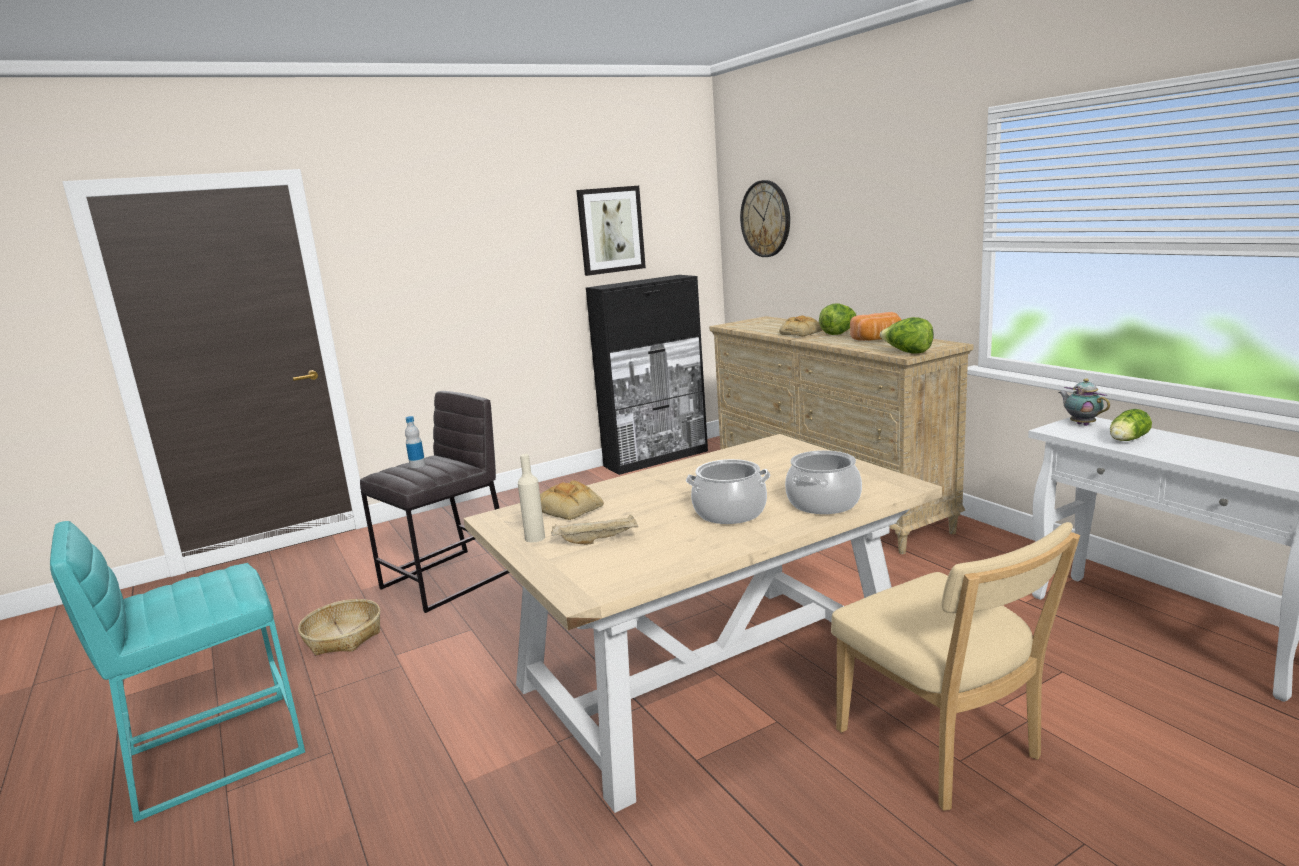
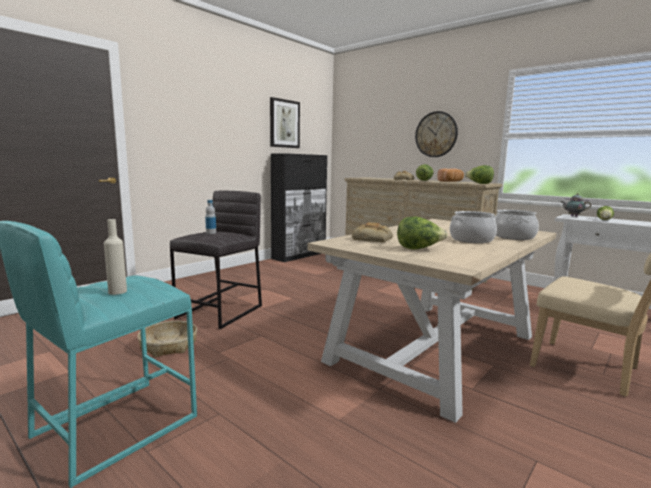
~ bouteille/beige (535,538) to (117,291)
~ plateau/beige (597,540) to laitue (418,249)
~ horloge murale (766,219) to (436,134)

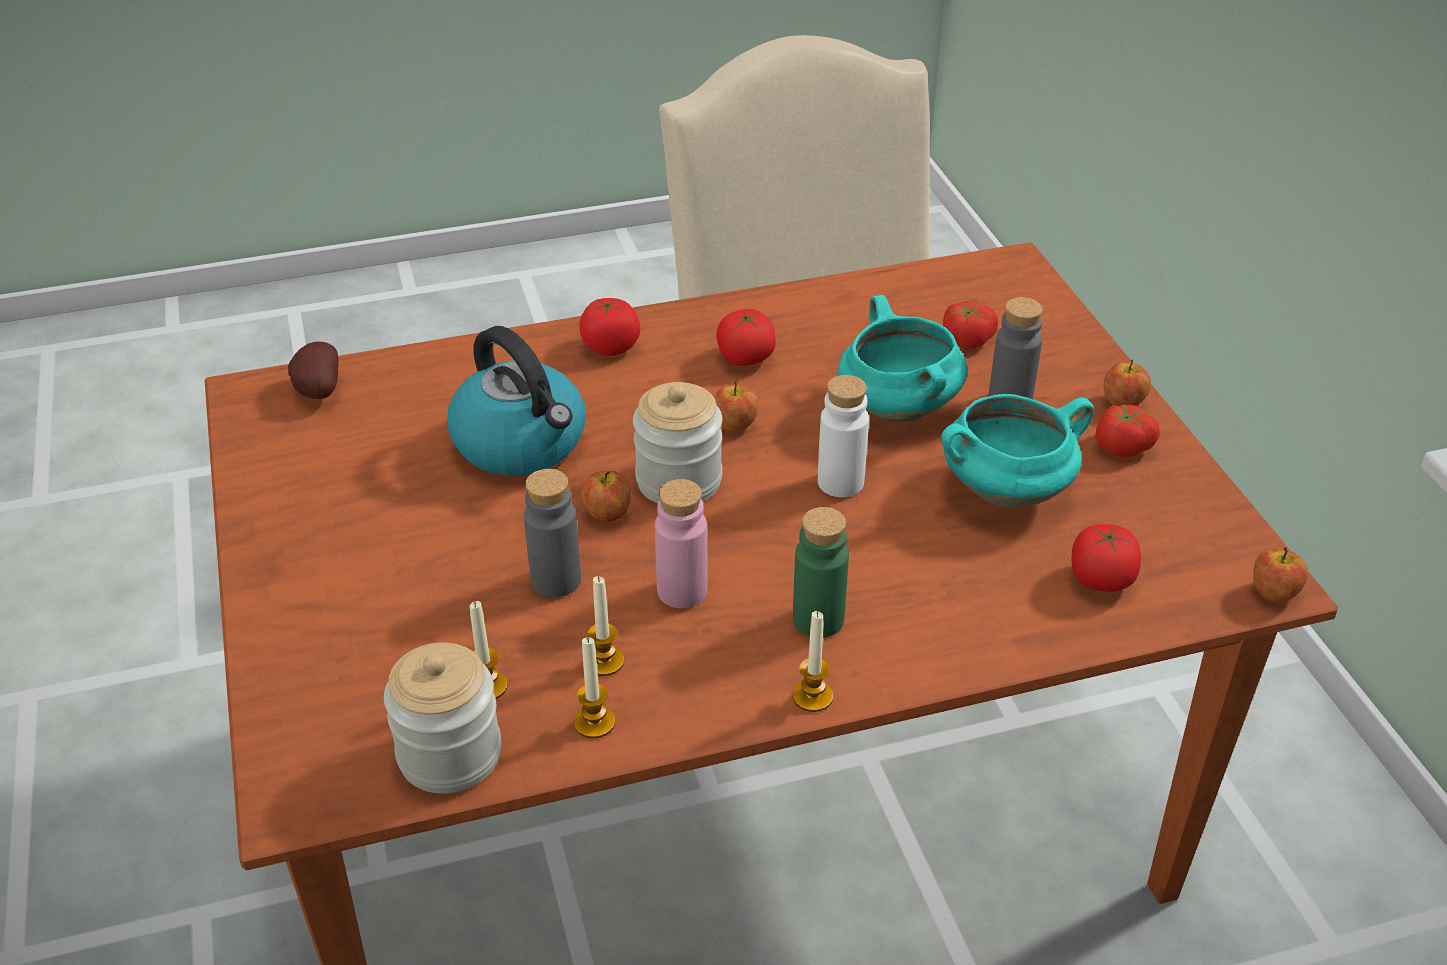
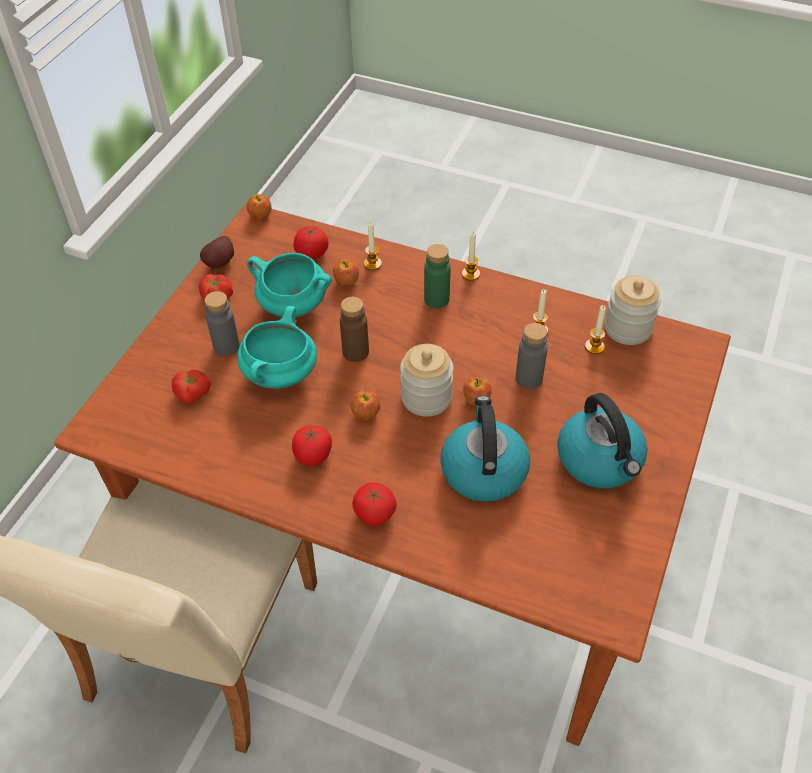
~ pomme de terre (316,391) to (221,263)
~ pomme (1123,402) to (346,281)
~ bouteille/blanc (840,482) to bouteille/marron (355,352)
~ bougie (594,723) to (372,264)
+ bouilloire (600,460)
- bouteille/rose (682,591)

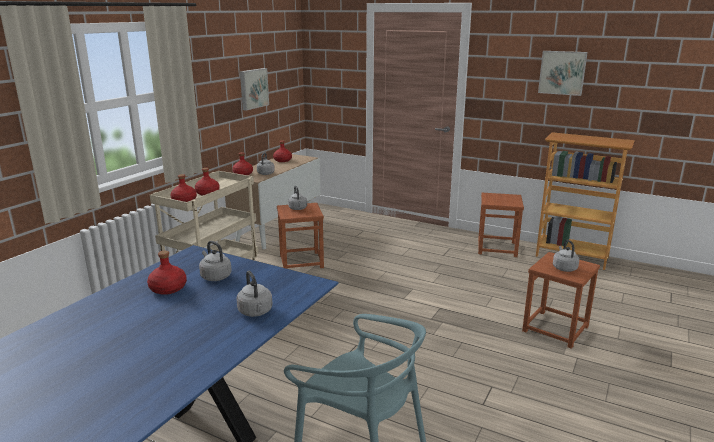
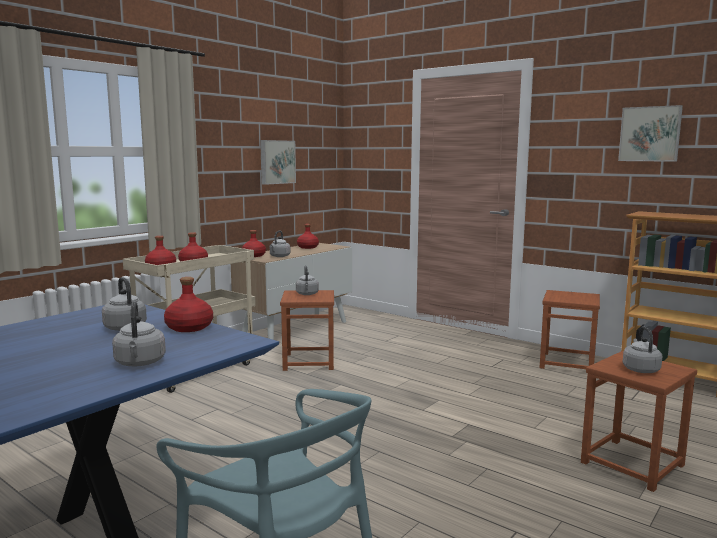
~ bouteille/rouge (168,288) to (190,327)

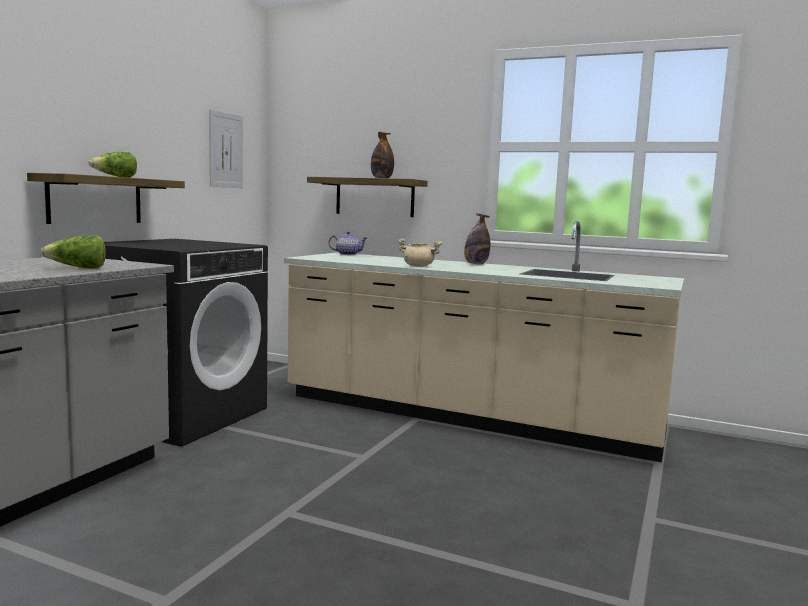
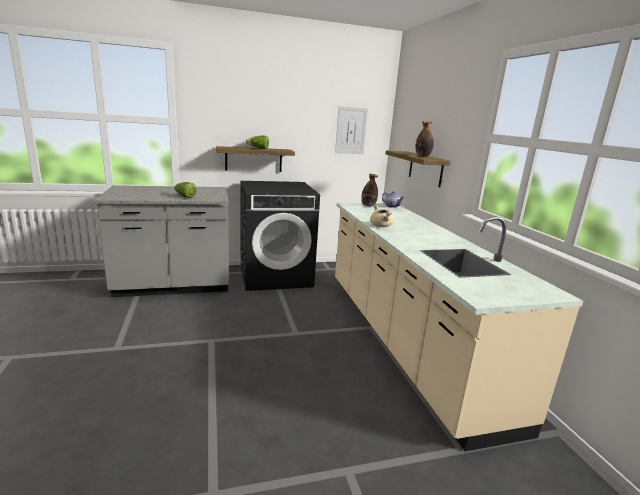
~ bouteille (476,264) to (368,205)

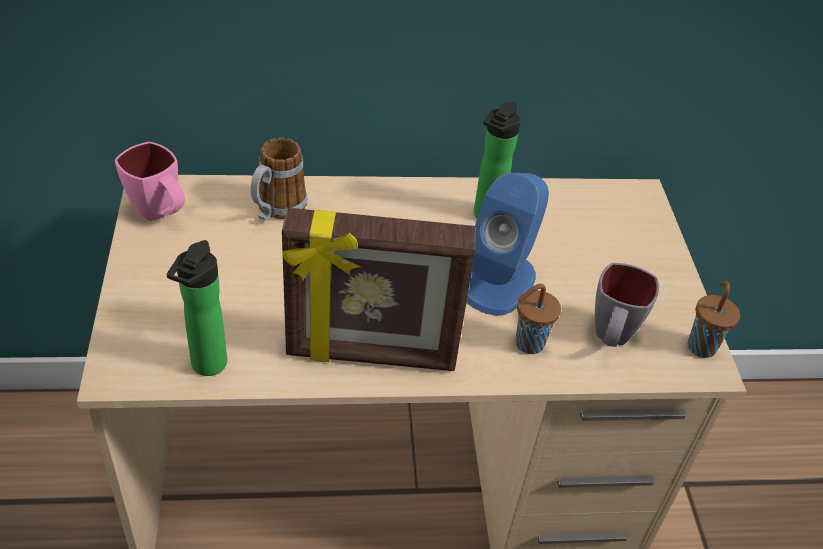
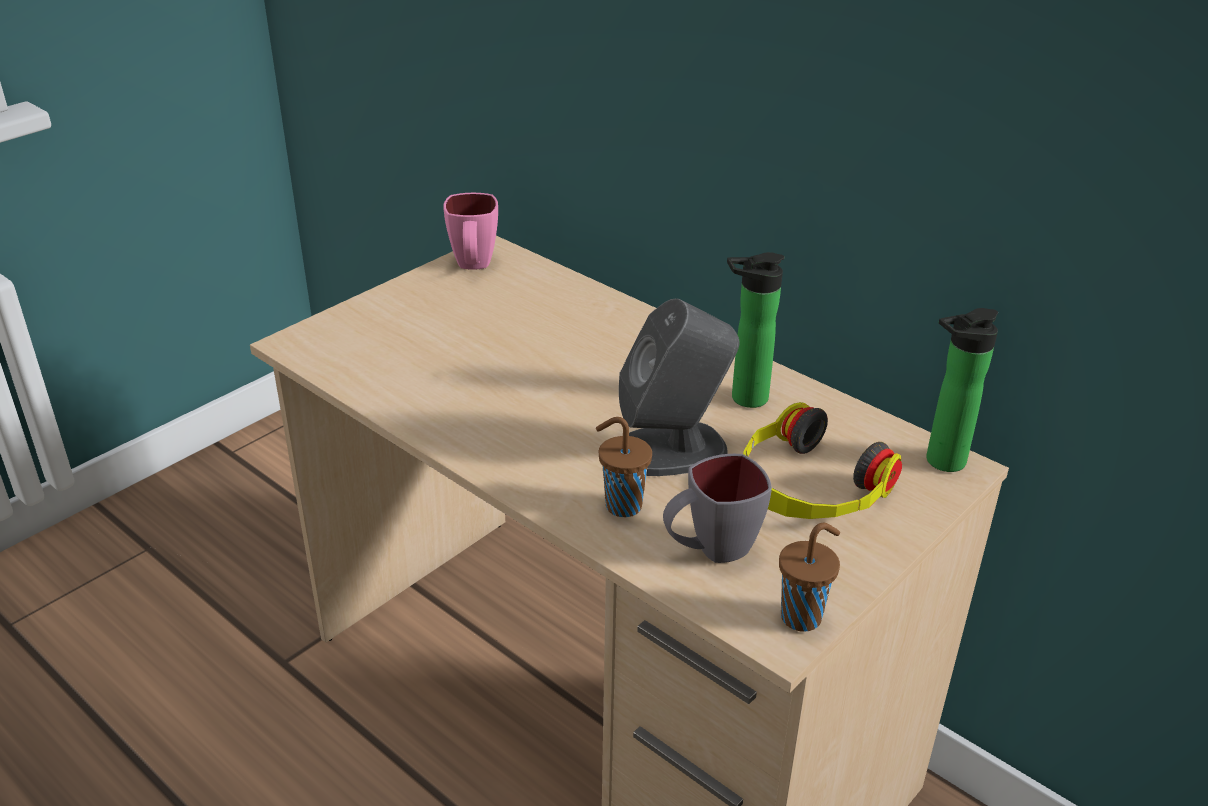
~ enceinte/bleu (499,282) to enceinte/gris (673,450)
+ casque audio (809,486)
~ bouteille (206,367) to (940,462)
- mug (276,210)
- cadre photo (371,356)

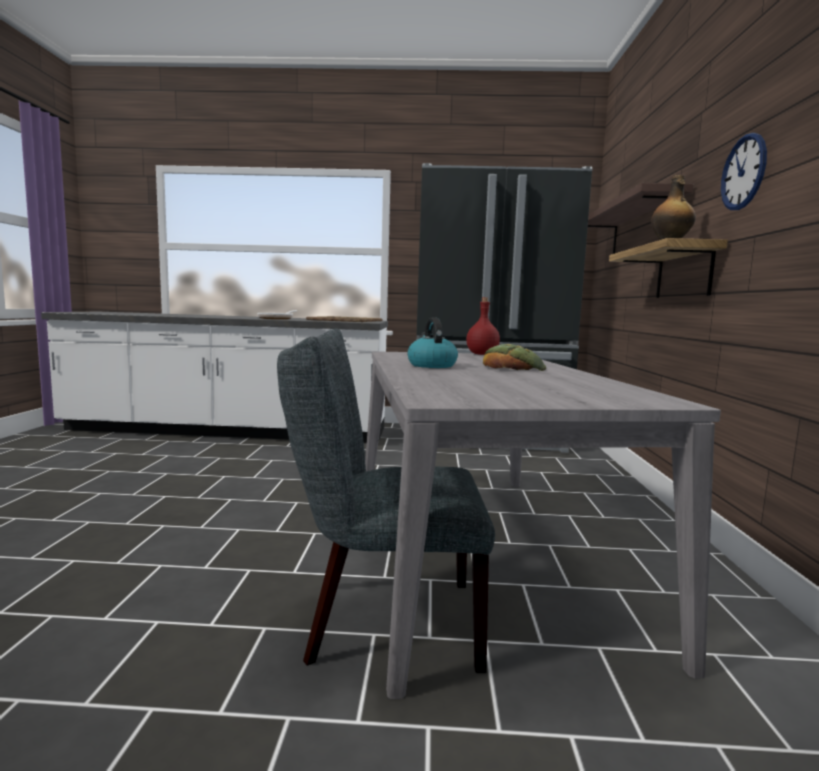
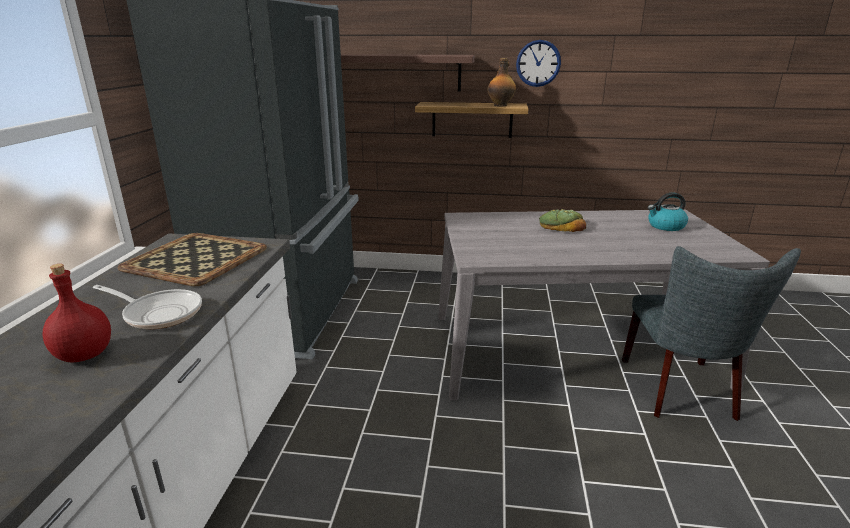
~ bouteille/rouge (481,354) to (83,355)
~ bouilloire (431,365) to (665,226)

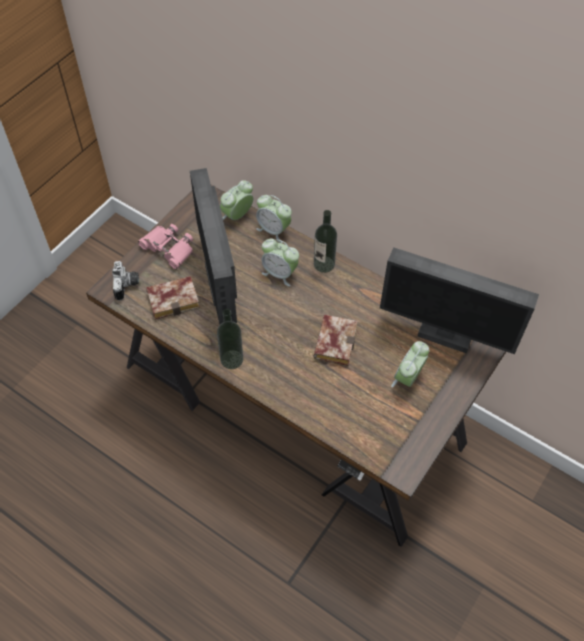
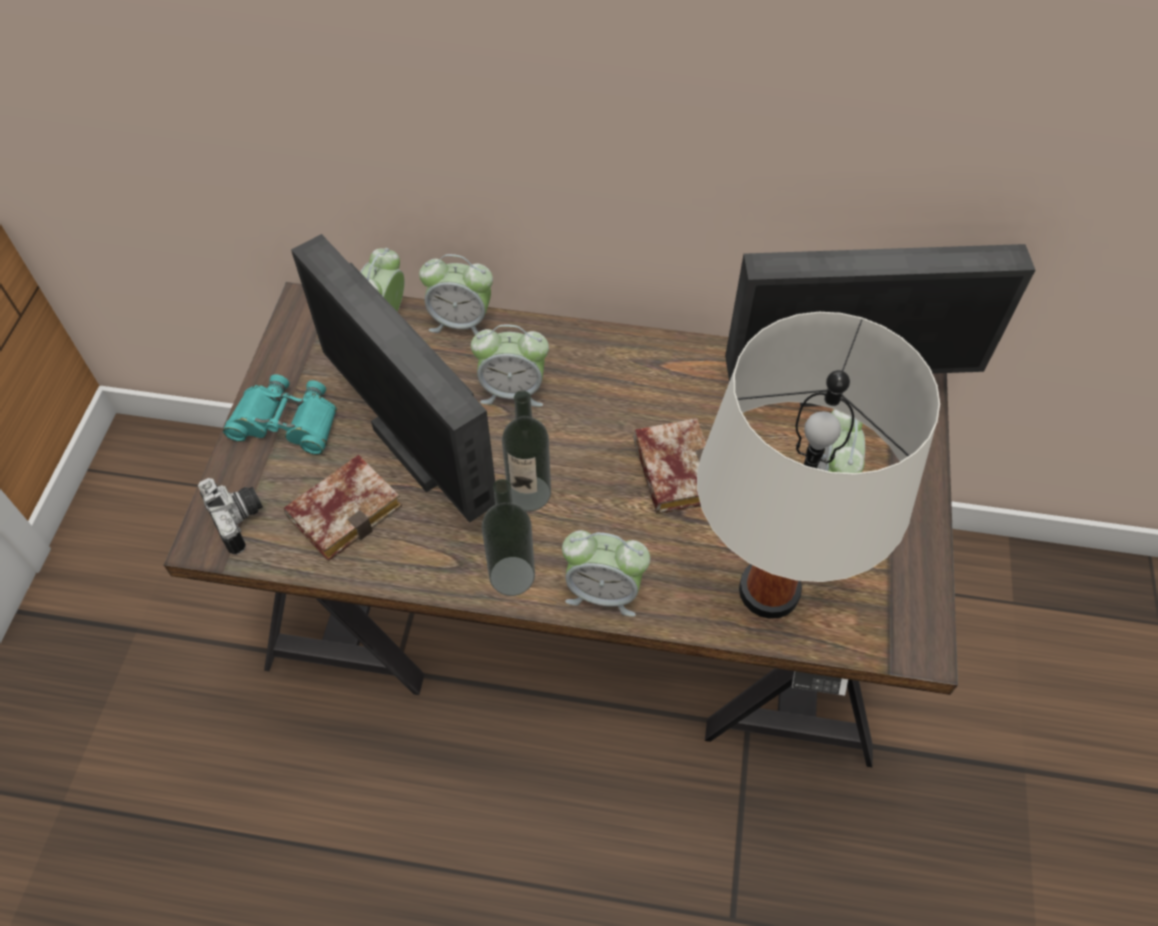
~ jumelles/rose (168,248) to jumelles/turquoise (286,422)
~ bouteille (324,264) to (529,493)
+ réveil (603,592)
+ lampe de table/blanc (769,592)

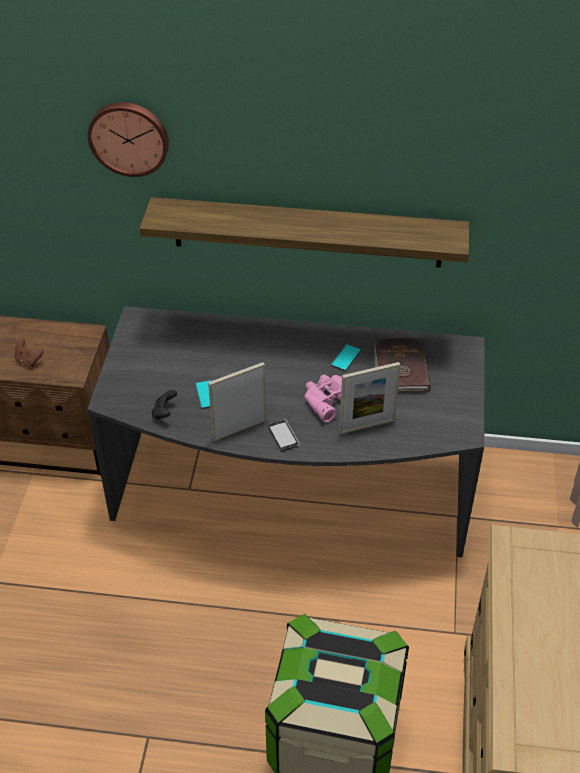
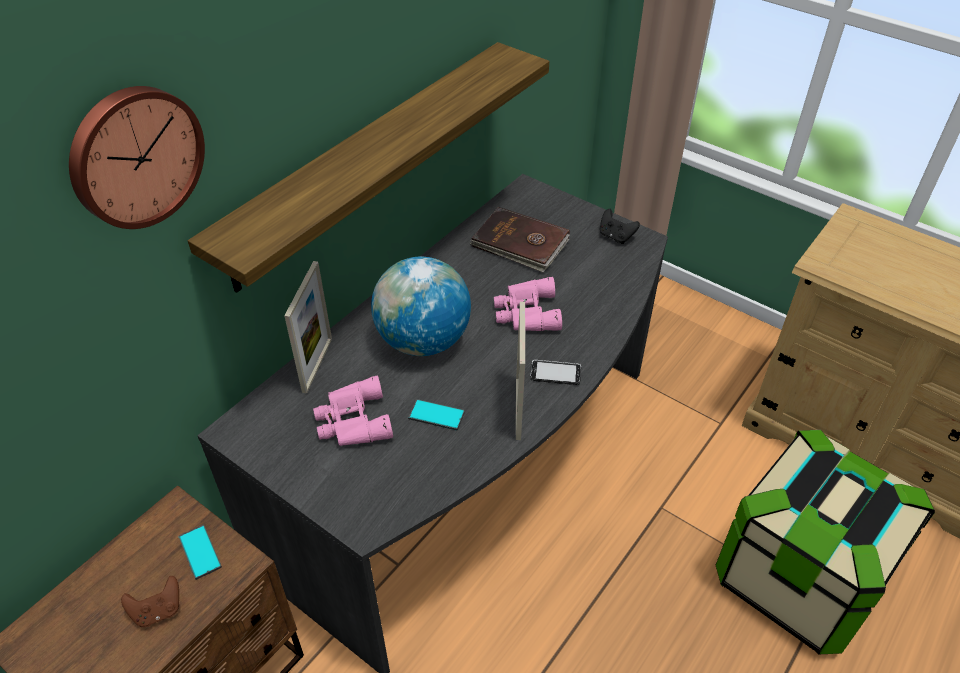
~ téléphone (346,358) to (200,552)
~ cadre photo (367,426) to (317,365)
+ jumelles/rose (352,421)
+ globe (423,340)
~ manette/noir (164,413) to (615,236)

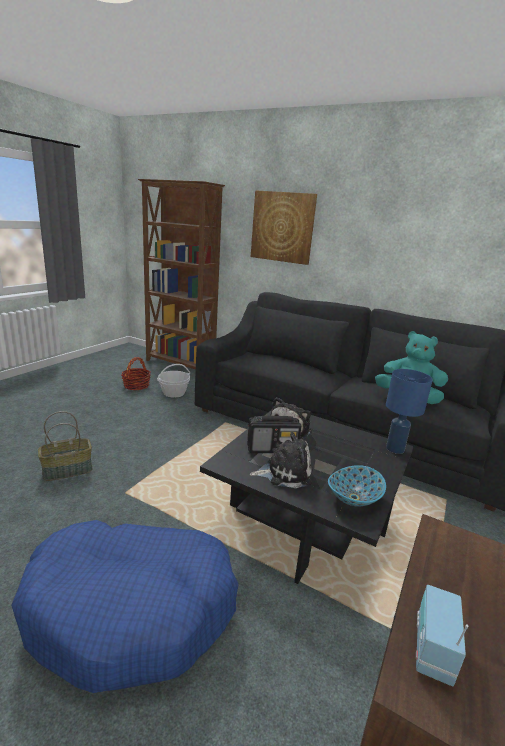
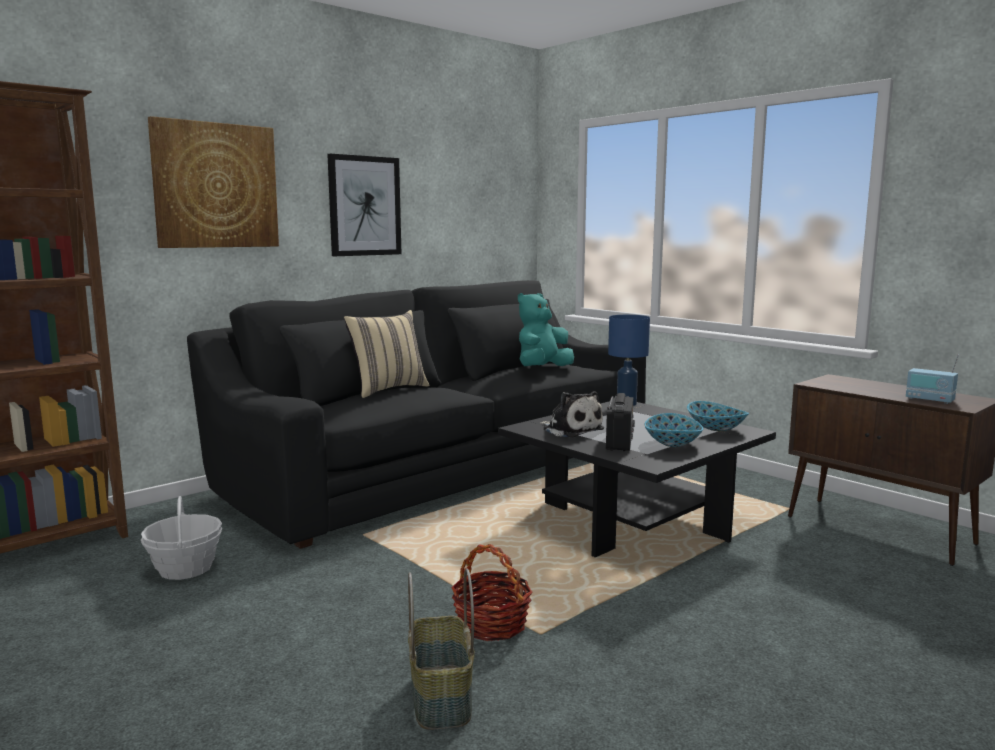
+ tableau (364,206)
+ coussin/beige (387,389)
~ panier (136,385) to (491,624)
~ peluche (284,472) to bol (672,443)
- panier pour chien/bleu (132,609)

